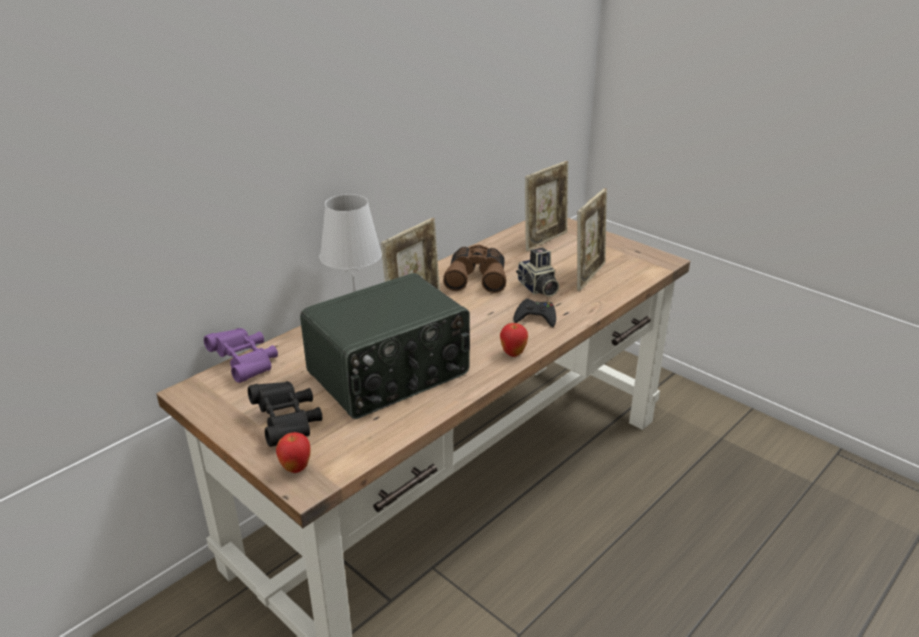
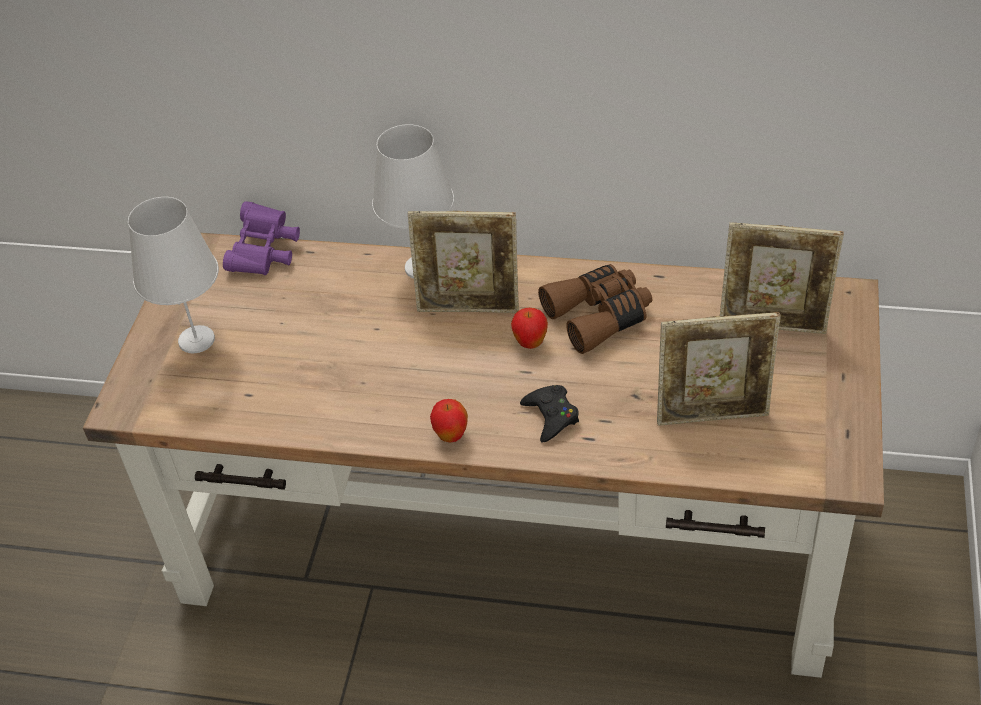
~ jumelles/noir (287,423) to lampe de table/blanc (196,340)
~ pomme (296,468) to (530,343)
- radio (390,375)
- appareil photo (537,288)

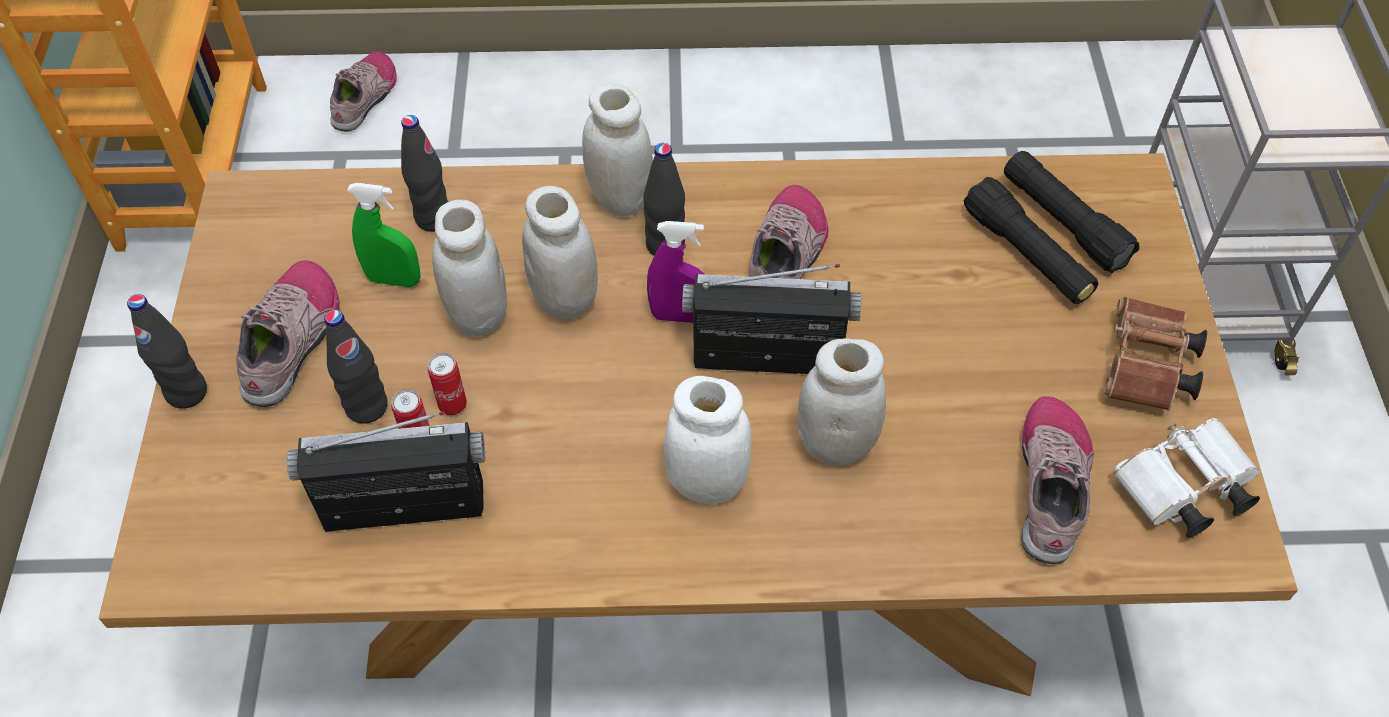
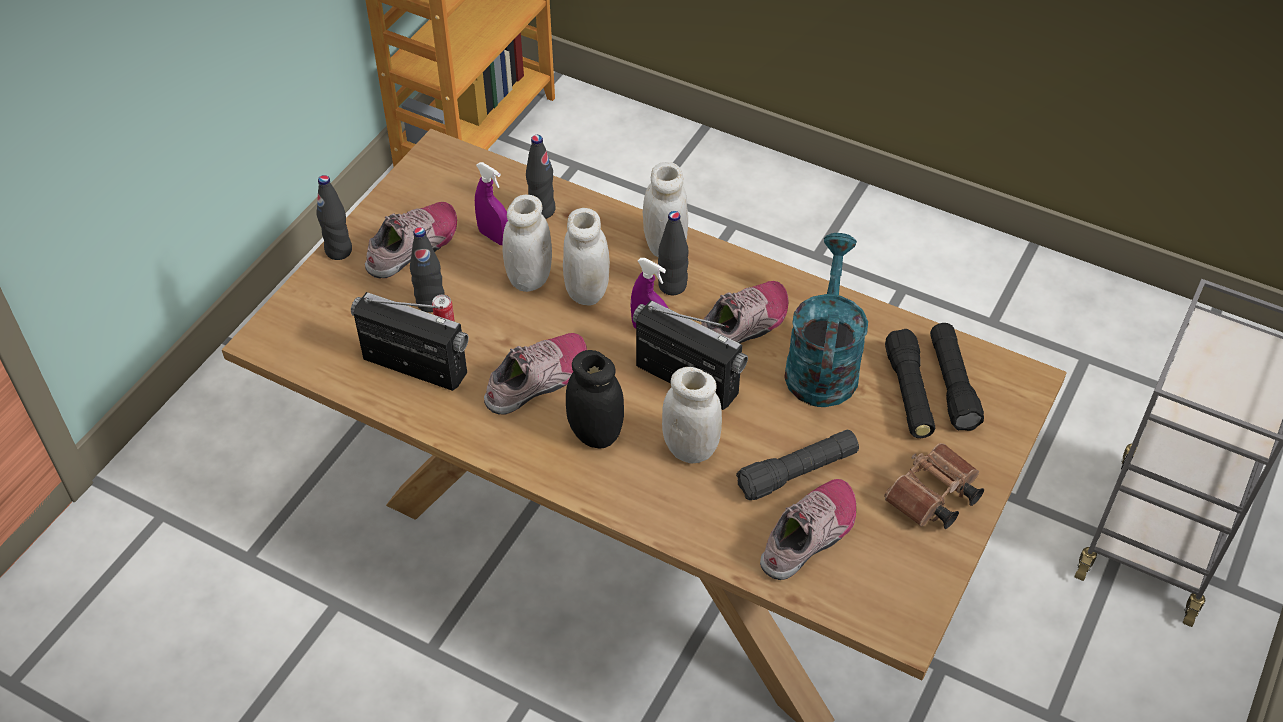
~ vaporisateur/vert (394,279) to vaporisateur/violet (494,237)
~ chaussure (366,97) to (539,381)
~ bocal/blanc (706,482) to bocal/noir (595,433)
+ lampe de poche/noir (797,473)
+ arrosoir/turquoise (822,363)
- boîte métallique (452,405)
- jumelles/blanc (1180,491)

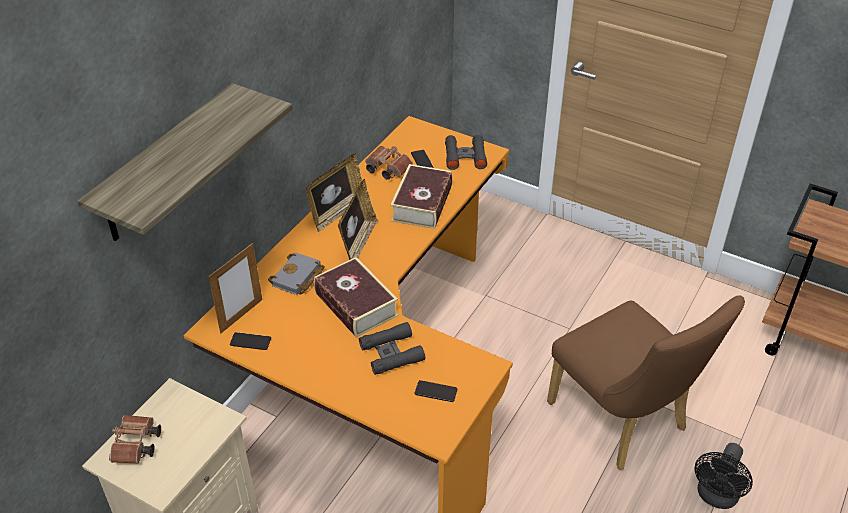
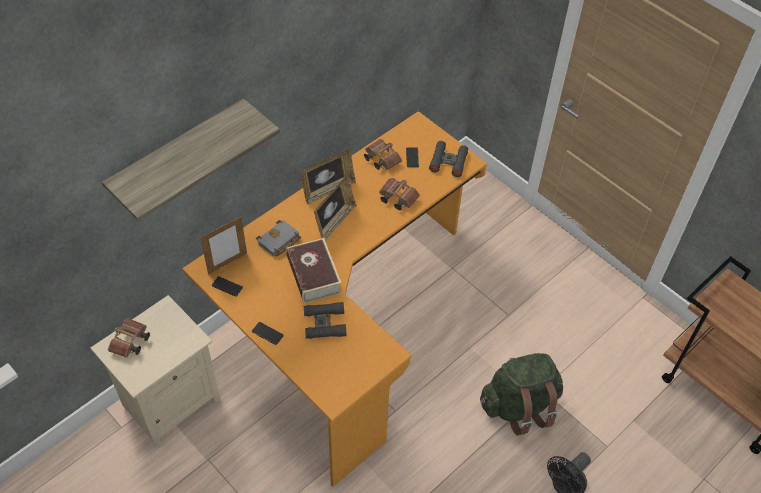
~ téléphone (436,391) to (267,333)
~ livre (422,204) to jumelles/marron (397,198)
~ chaise/marron (624,422) to sac à dos/vert (519,406)

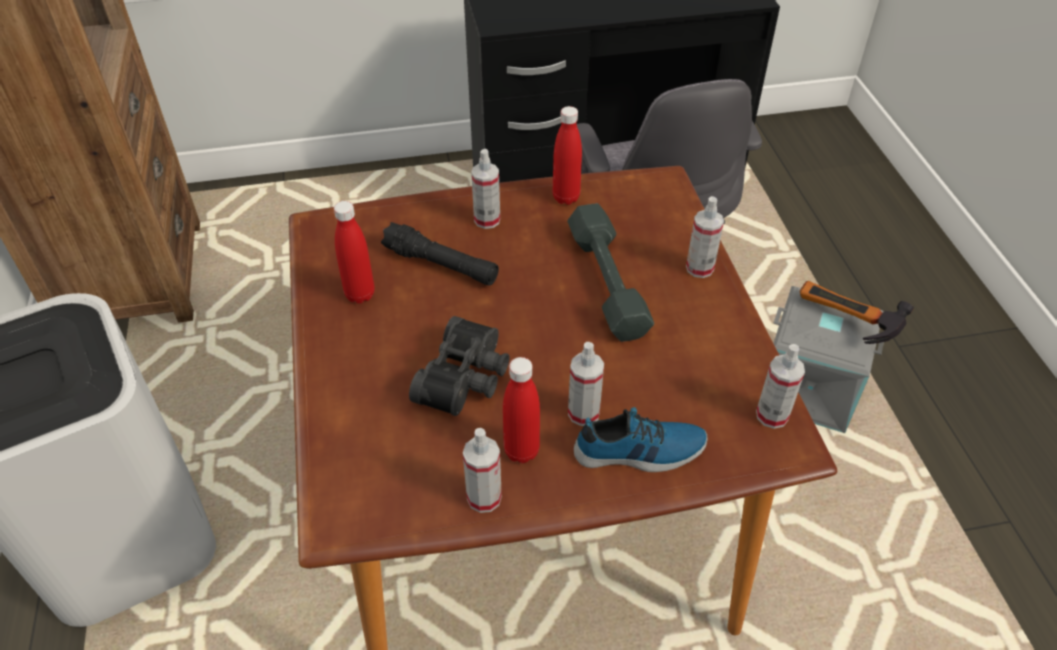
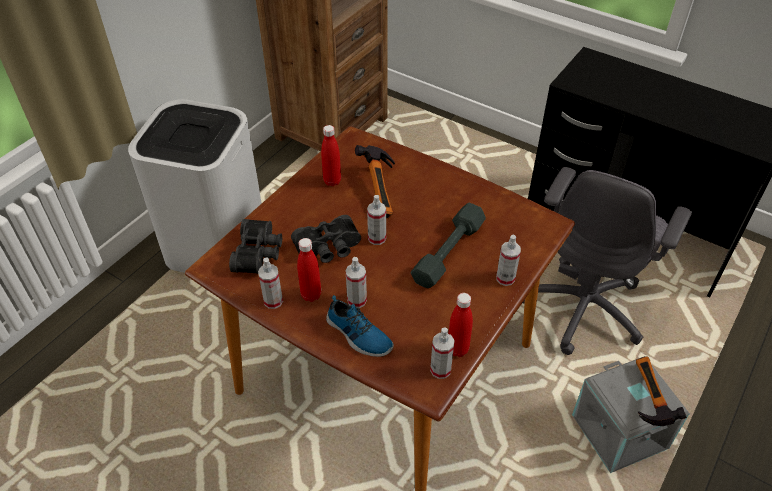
+ jumelles/noir (259,253)
~ lampe de poche/noir (441,265) to marteau (382,191)
~ vaporisateur (487,220) to (377,238)
~ bouteille/rouge (566,197) to (457,349)

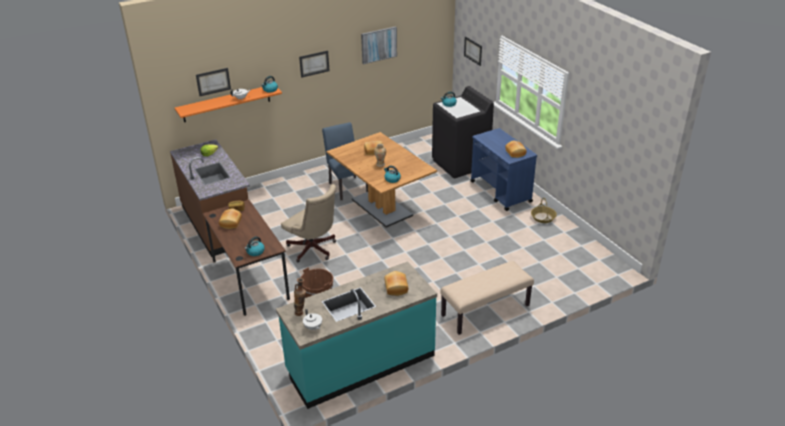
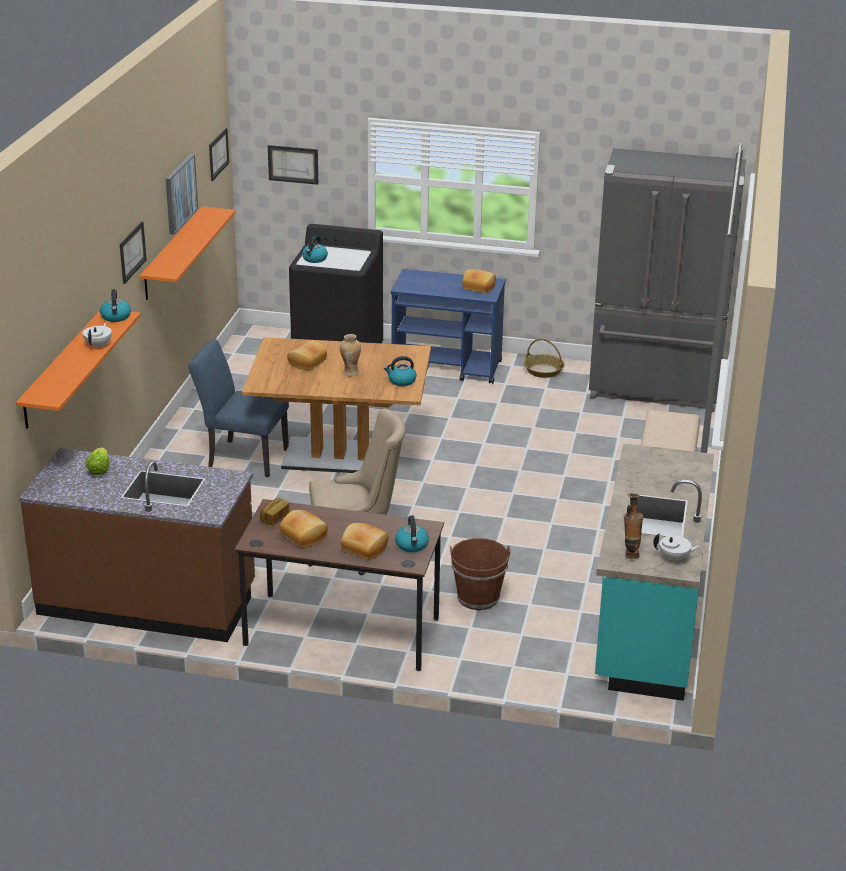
+ étagère/orange (173,253)
~ tableau (213,81) to (218,154)
~ pain (395,288) to (364,549)
+ réfrigérateur/gris (655,389)

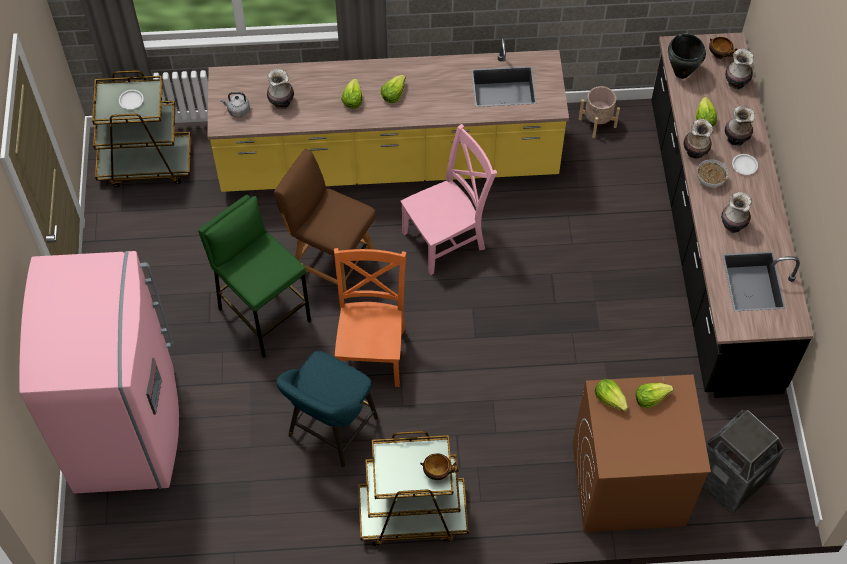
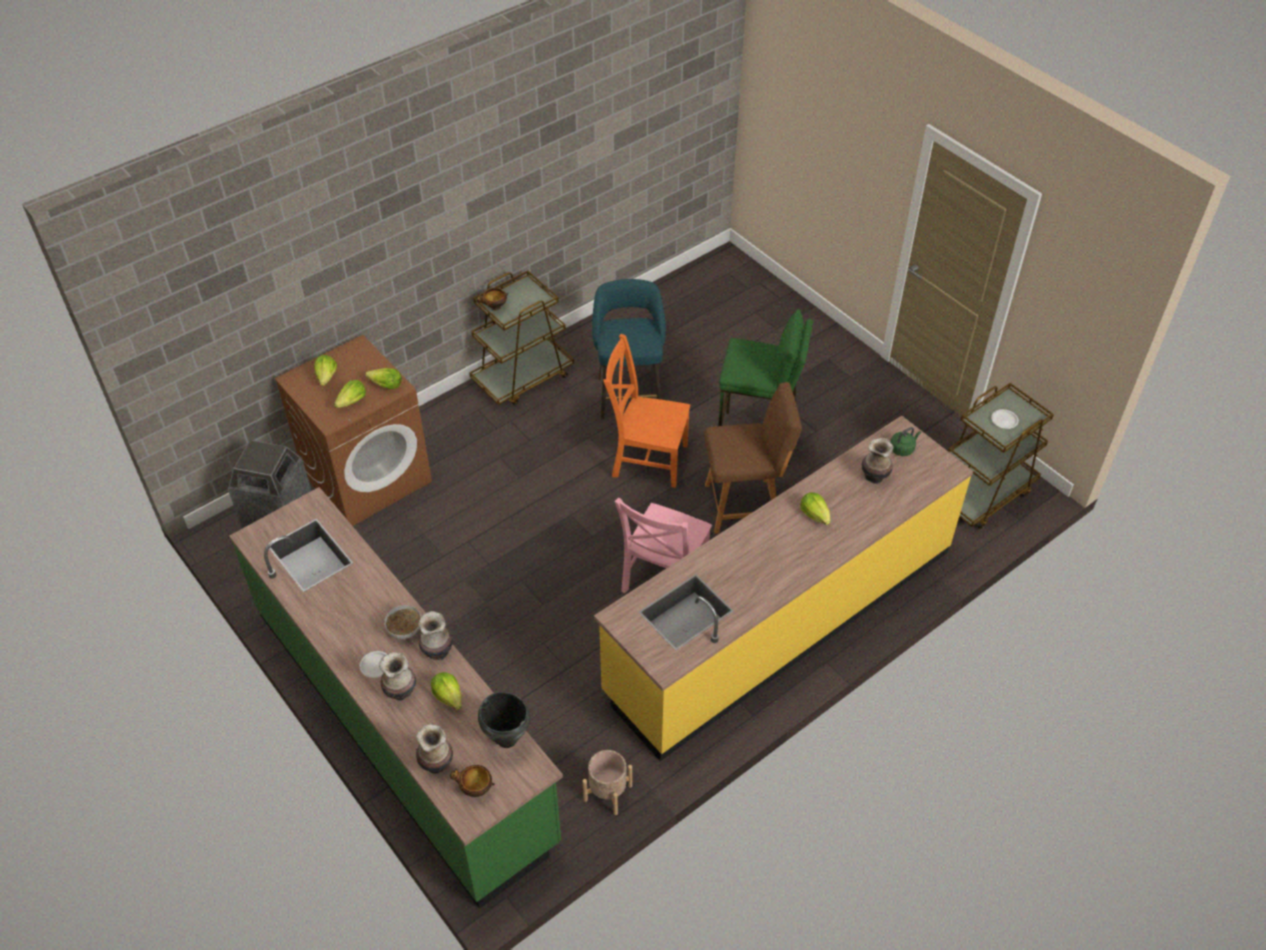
~ comptoir de cuisine/noir (710,243) to comptoir de cuisine/vert (403,723)
~ laitue (393,94) to (327,377)
~ chaise/orange (372,352) = (646,459) 135 degrees clockwise
~ bouilloire/gris (237,110) to bouilloire/vert (903,449)
- réfrigérateur/rose (128,428)
- vase (732,225)

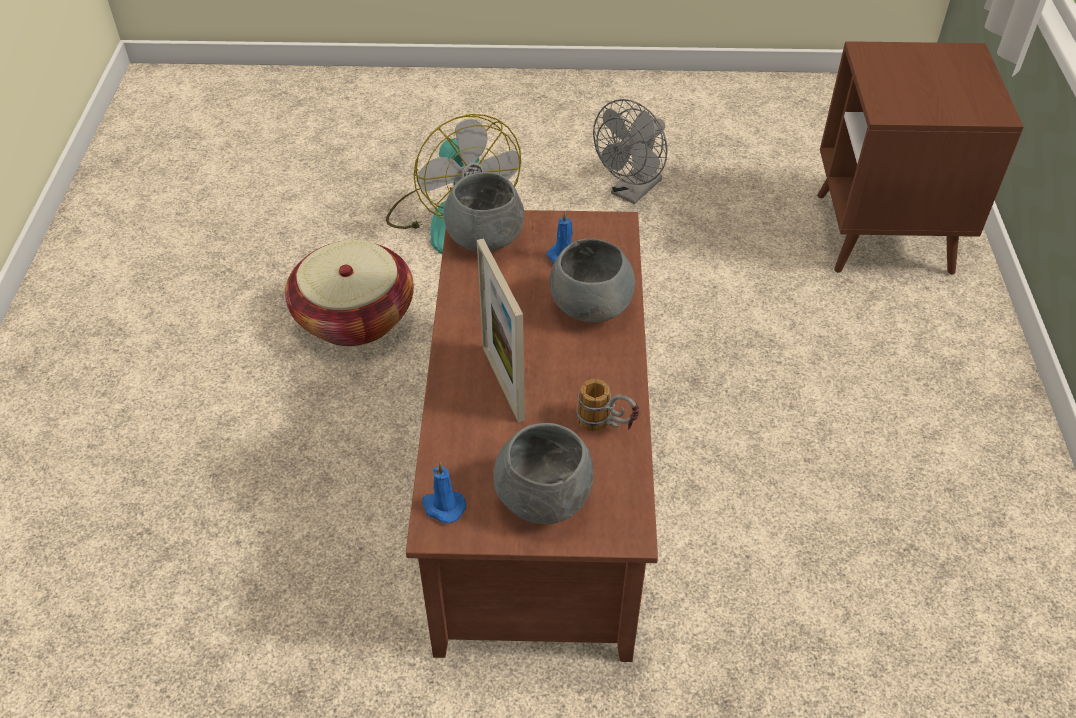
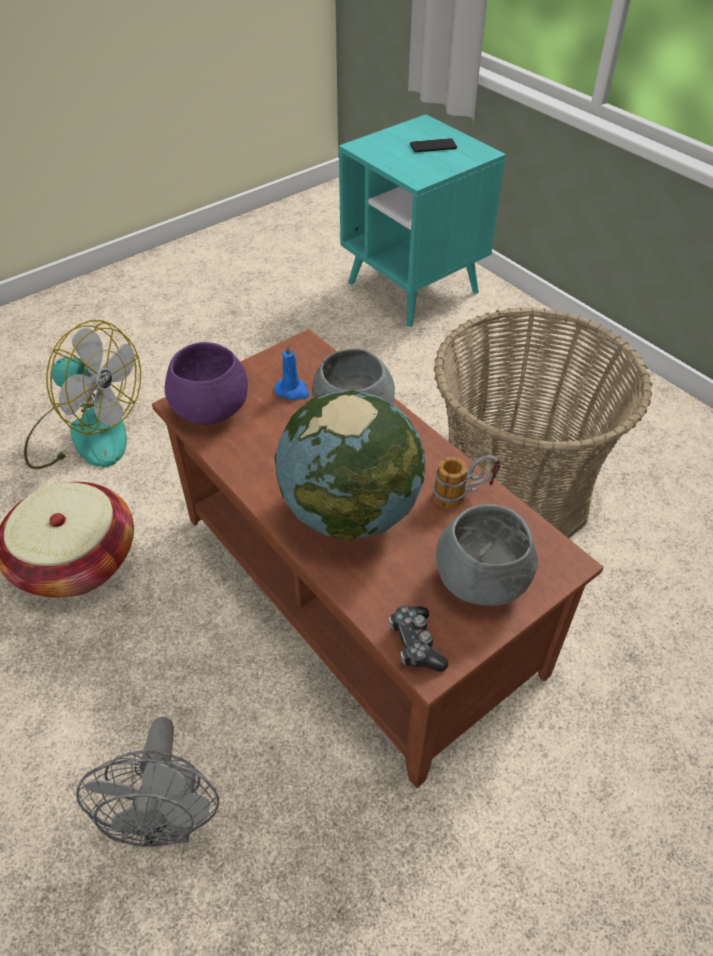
~ ventilateur/gris (632,192) to (171,820)
~ bol/gris (486,239) to bol/violet (212,410)
~ cadre photo (502,382) to globe (351,513)
~ table d'appoint/marron (883,233) to table d'appoint/turquoise (413,288)
~ bougie/bleu (442,506) to manette (415,643)
+ téléphone (433,146)
+ panier (514,491)

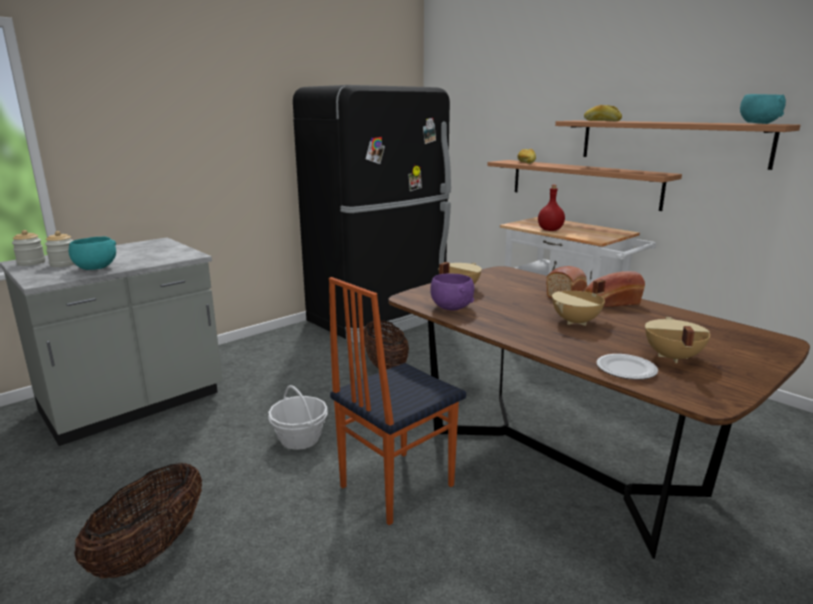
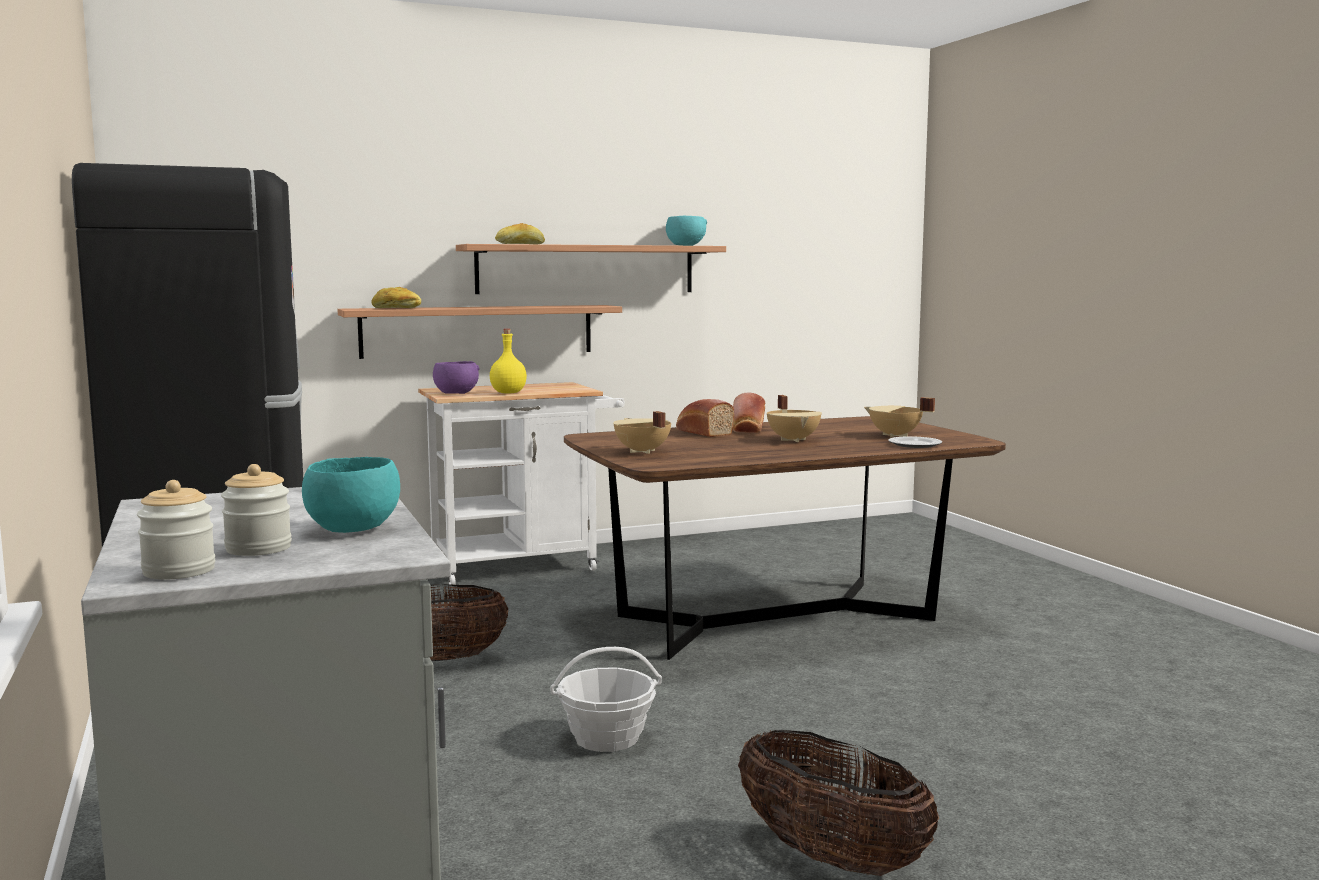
~ bol/violet (451,307) to (455,394)
~ bouteille/rouge (550,230) to bouteille/jaune (508,393)
- chaise (395,485)

